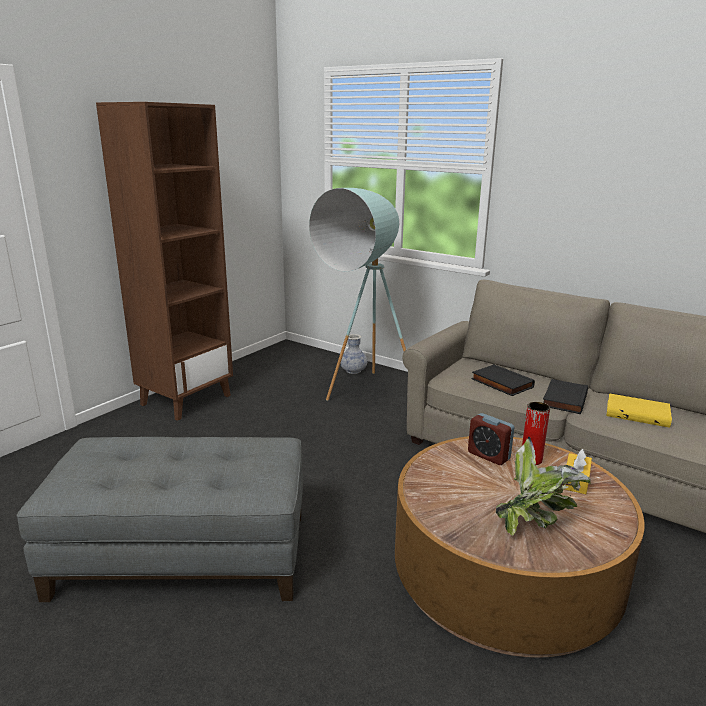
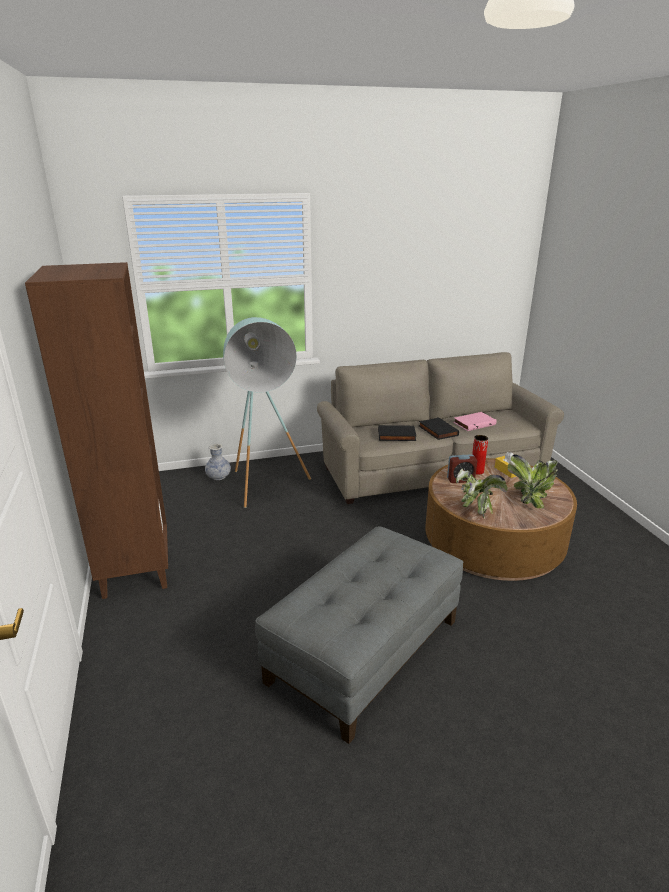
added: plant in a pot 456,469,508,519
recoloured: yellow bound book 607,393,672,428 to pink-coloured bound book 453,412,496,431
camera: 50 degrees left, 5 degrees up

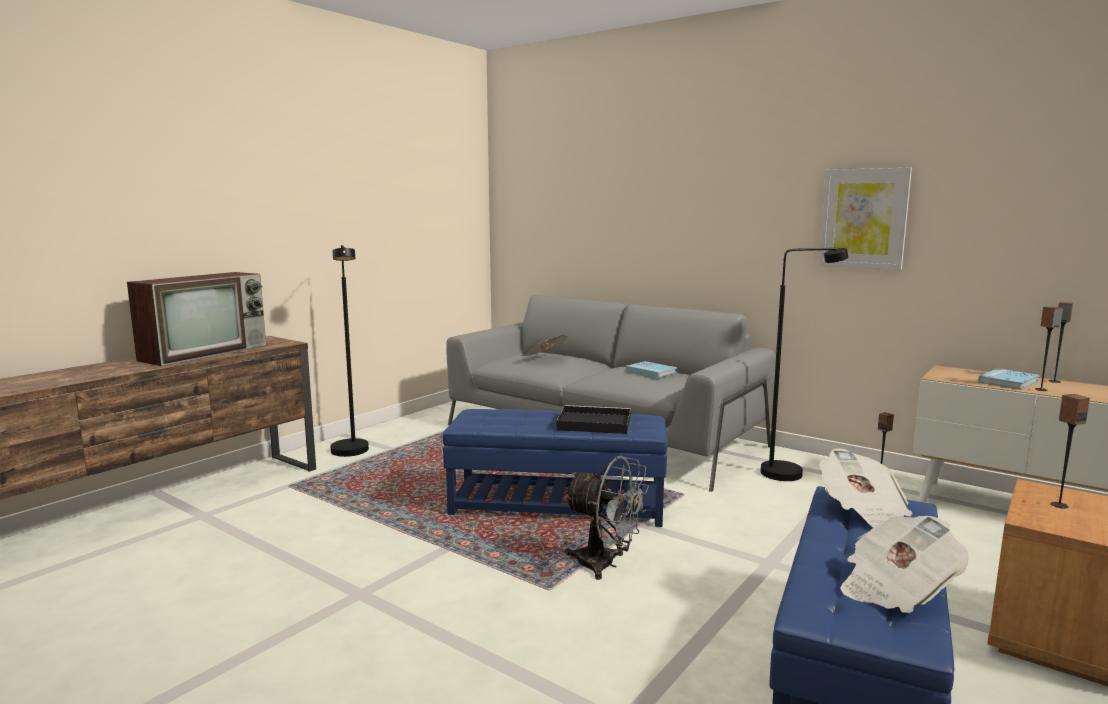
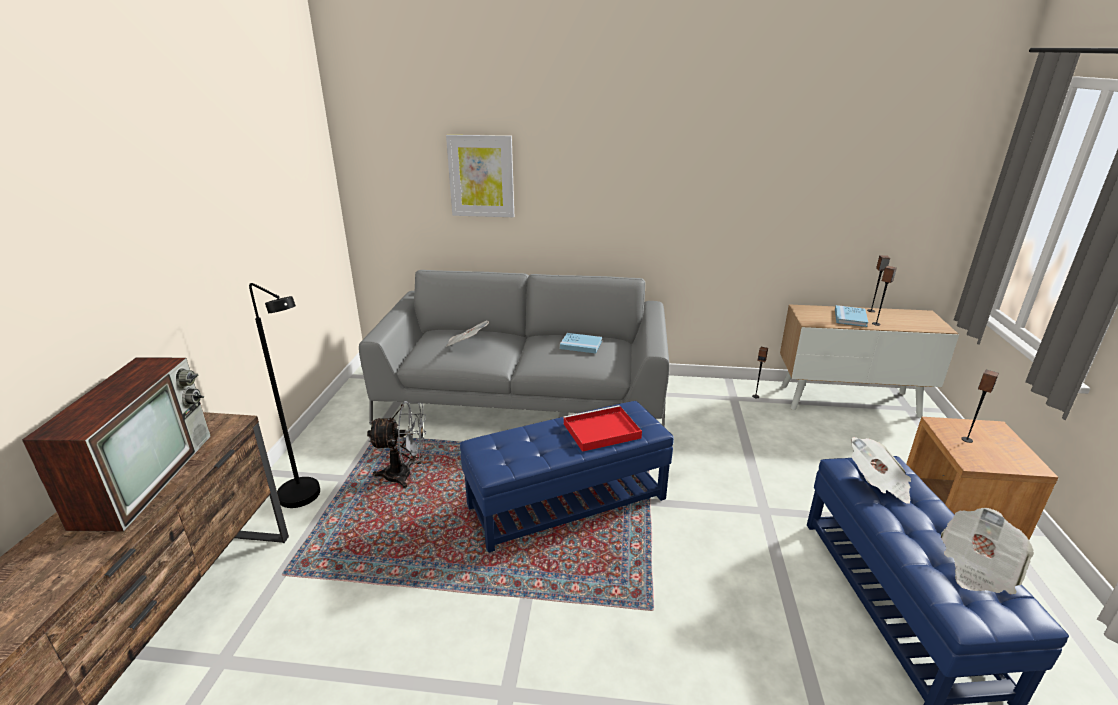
removed: black-coloured standing lamp 761,248,848,481
moved: greyish fan 564,456,649,580 to 367,401,427,488; wall art 818,168,912,270 to 446,135,514,217
recoloured: black-coloured carrying tray 556,405,631,434 to reddish carrying tray 563,405,642,452
camera: 30 degrees left, 15 degrees up

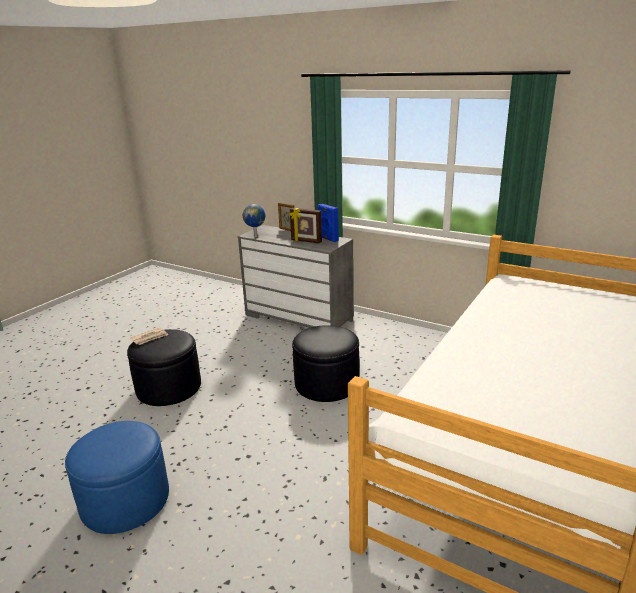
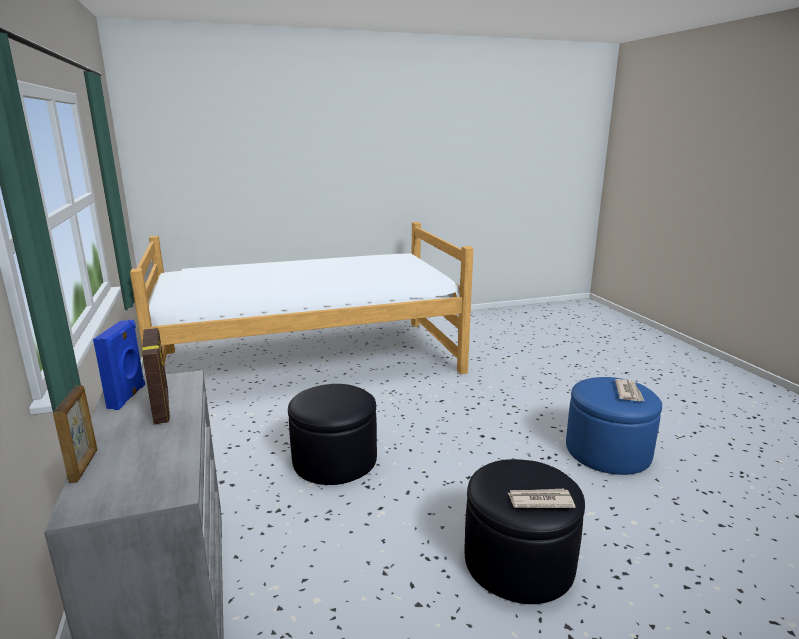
removed: desk globe 243,204,265,237
added: printed paper 615,379,644,401
camera: 140 degrees left, 5 degrees down

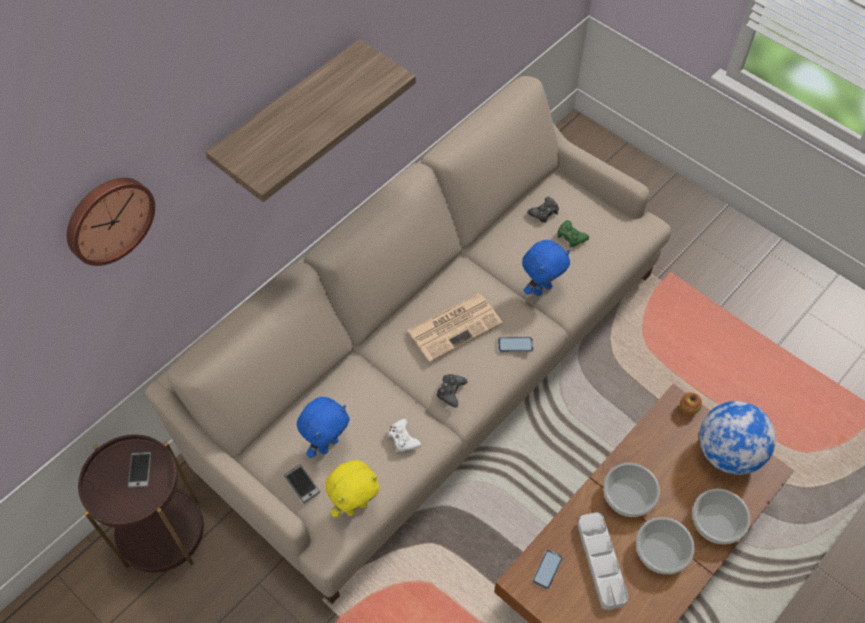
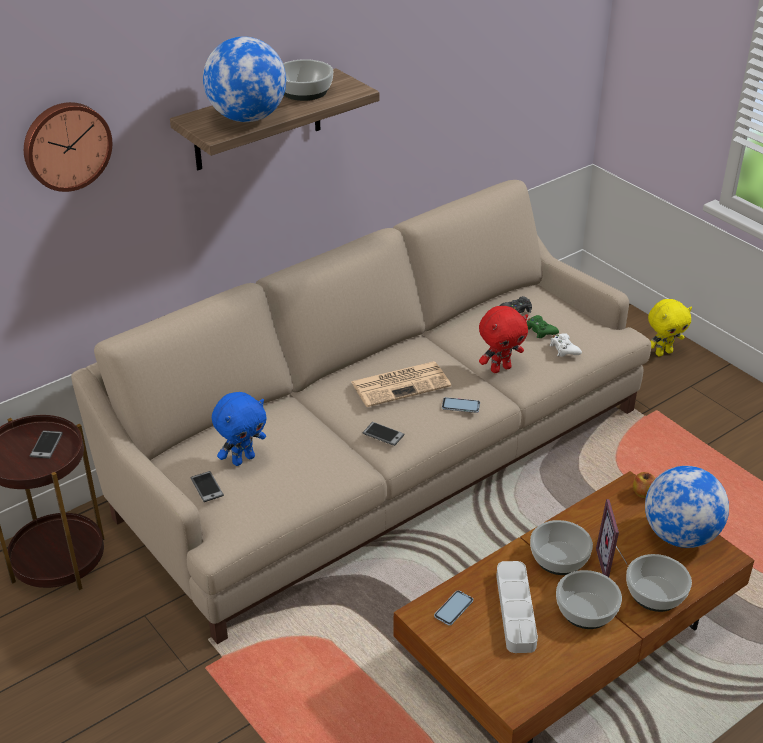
added: desk globe 203,36,286,122; bowl 283,59,333,101; picture frame 596,499,628,577
moved: yellow cuddly toy 325,460,379,518 to 648,299,692,356; whitish game controller 387,419,421,452 to 549,333,582,357
replaced: black-coloured game controller 436,374,467,407 to handset 363,422,405,446
recoloured: blue cuddly toy 522,240,570,296 to reddish cuddly toy 479,306,528,373
camera: 10 degrees right, 20 degrees down

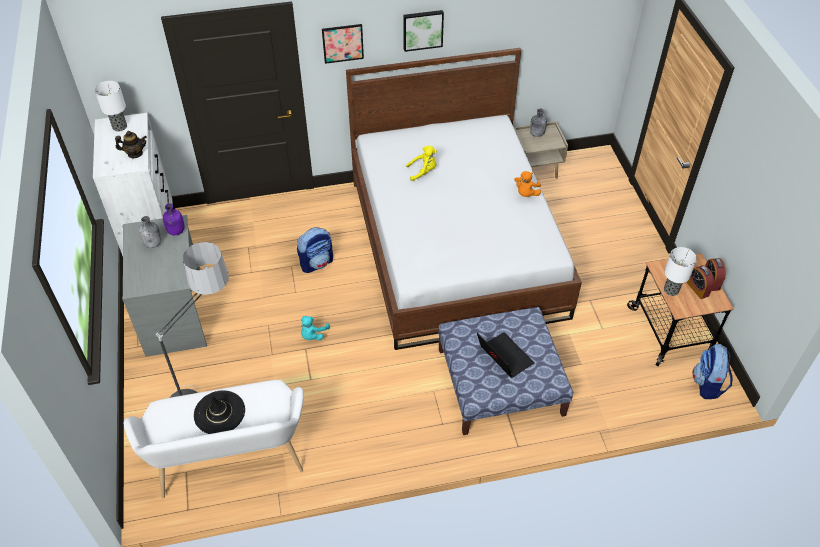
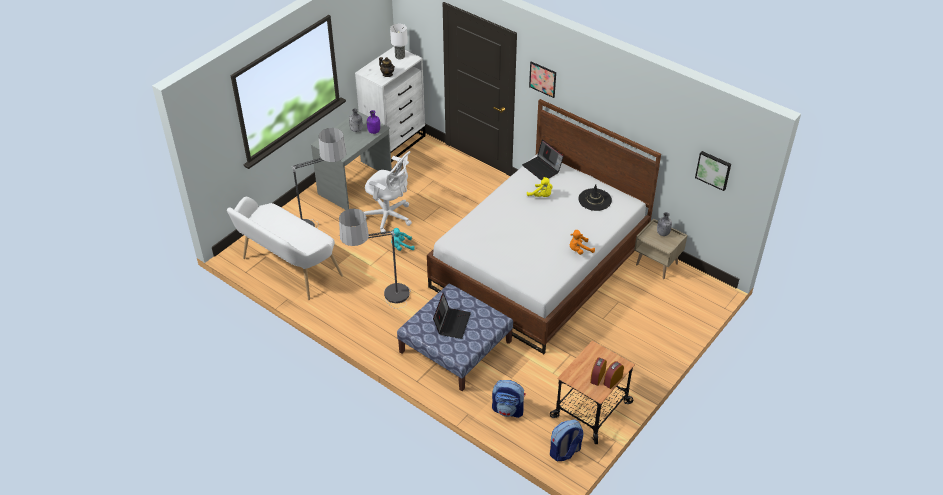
removed: lamp for a table 664,247,697,296
added: standing lamp 339,209,411,309; whitish office chair 364,151,412,233; laptop 522,139,564,181
moved: black-coloured clothing hat 194,390,245,434 to 578,185,612,211; rucksack 297,227,333,273 to 492,380,526,418; wall art 403,10,444,52 to 695,151,731,191
camera: 50 degrees right, 5 degrees down

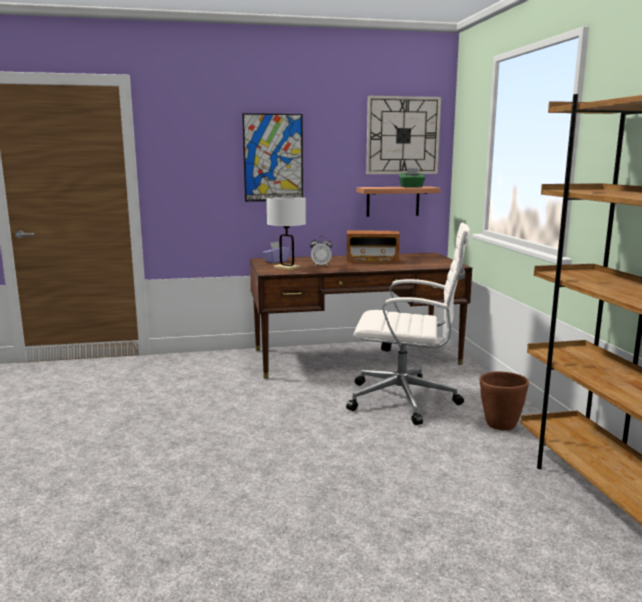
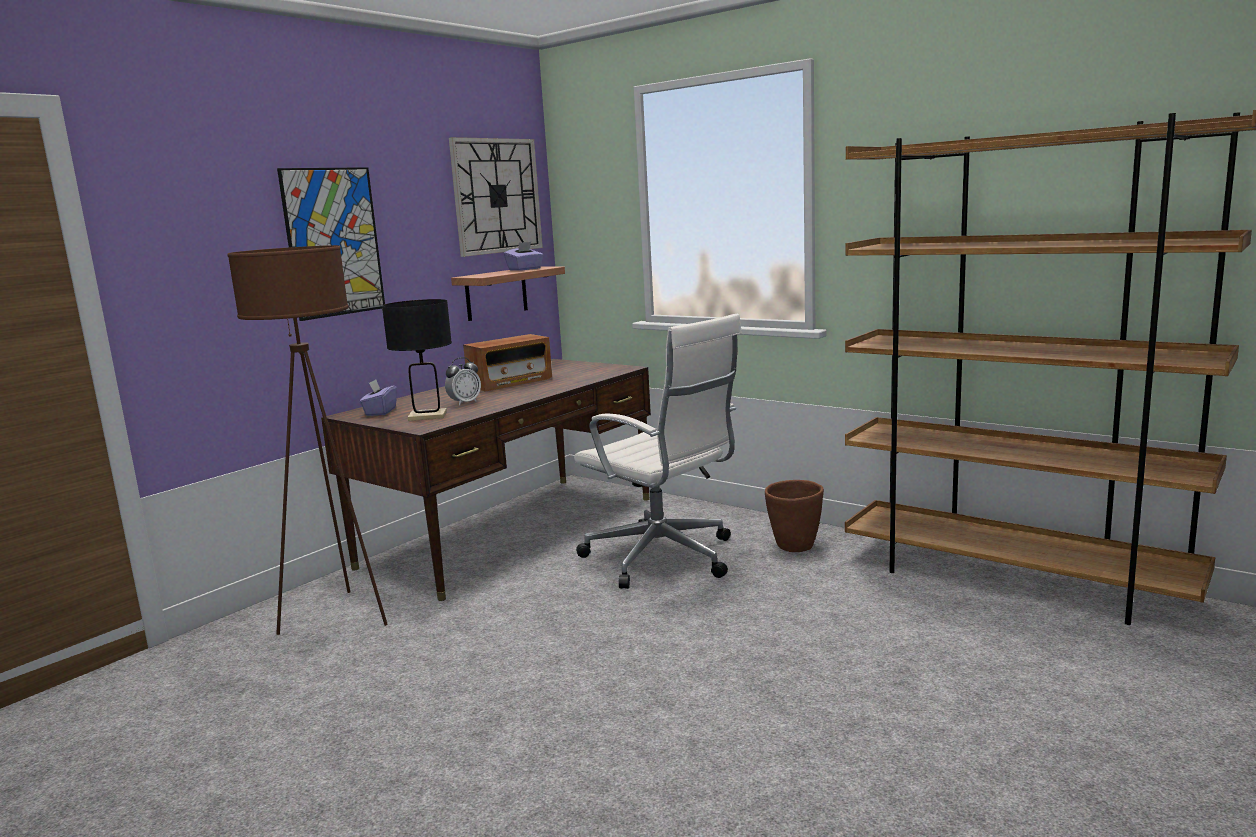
added: brownish standing lamp 227,245,388,635
recoloured: whitish lamp for a table 267,196,306,271 to black-coloured lamp for a table 382,299,452,421; green tissue holder 399,168,425,187 to purple tissue holder 504,242,543,271
turned: whitish office chair 346,222,470,425 = 574,314,742,589 75 degrees clockwise
camera: 40 degrees left, 0 degrees up

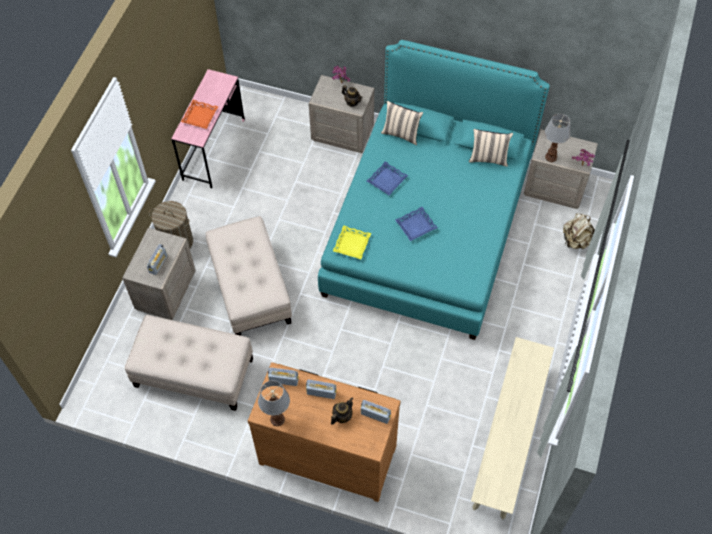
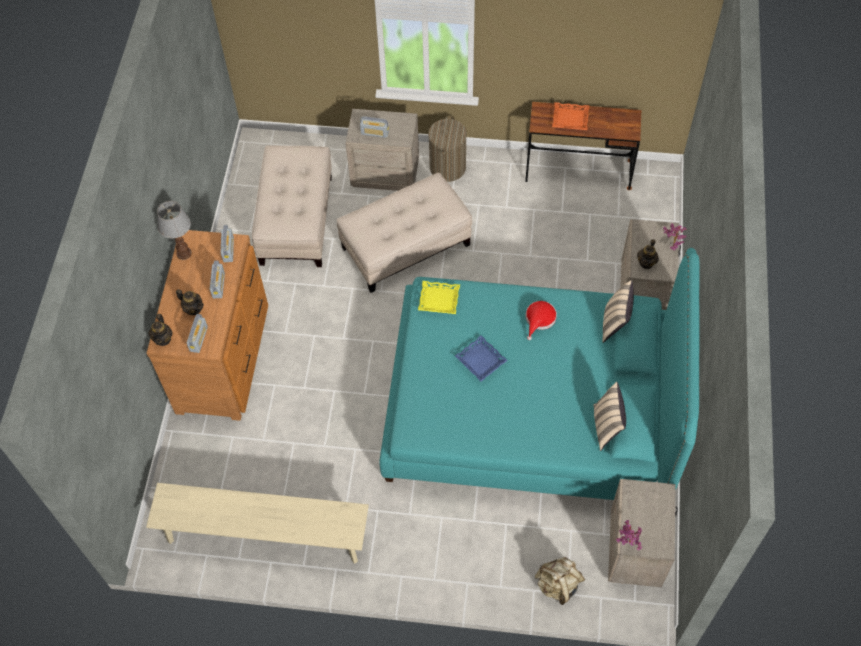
removed: lamp for a table 544,114,571,162
added: teapot 149,314,173,346
replaced: blue carrying tray 367,161,408,196 to reddish clothing hat 526,301,557,340
recoloured: pink-coloured desk table 171,69,245,188 to brownish desk table 525,102,641,190
camera: 80 degrees right, 0 degrees up

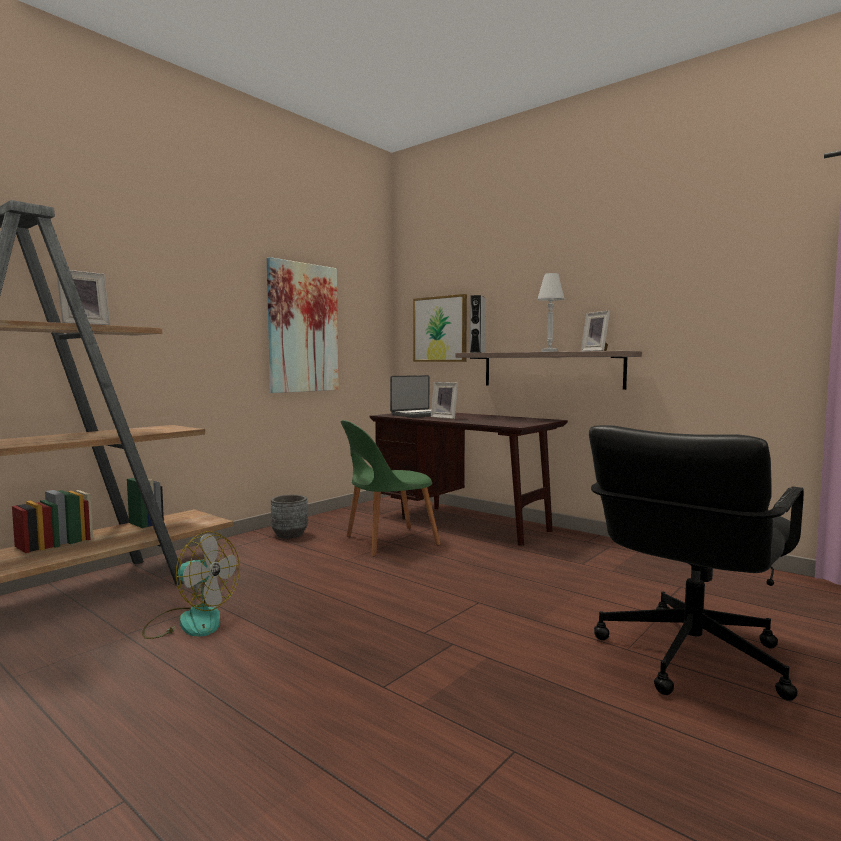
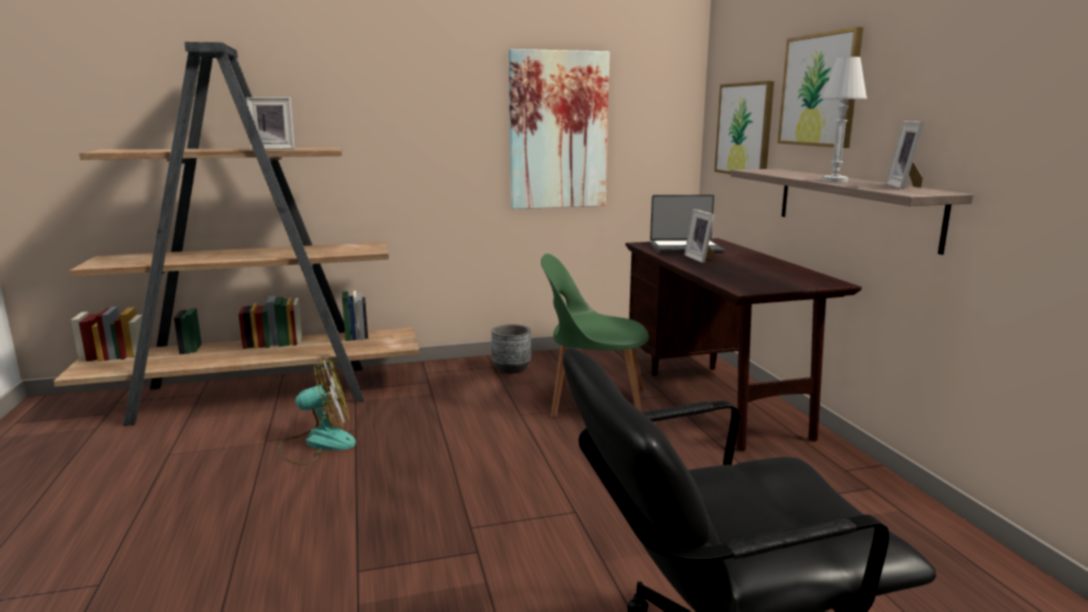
removed: greyish speaker 470,295,486,353
added: wall art 778,27,863,148
turned: fan 142,531,240,639 = 278,358,356,465 75 degrees counterclockwise
camera: 35 degrees right, 10 degrees up

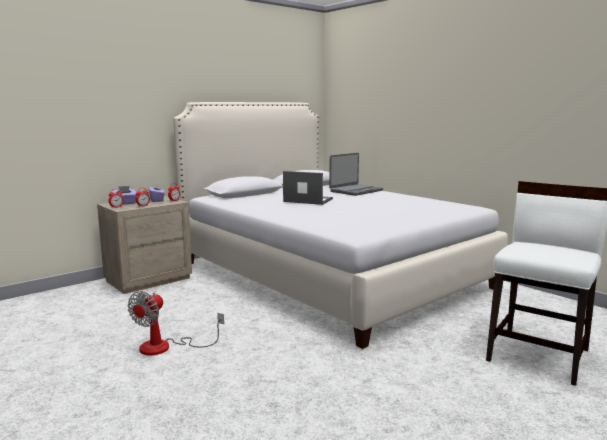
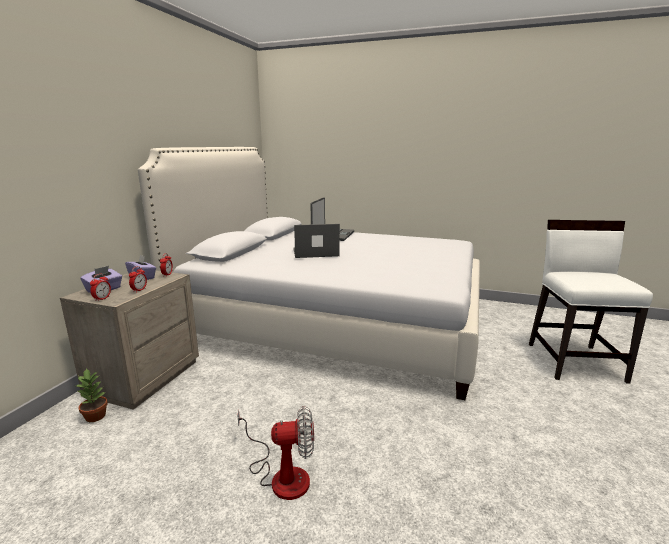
added: plant in a pot 76,368,108,422
turned: fan 127,291,224,355 = 237,406,314,500 90 degrees counterclockwise
camera: 30 degrees left, 5 degrees up

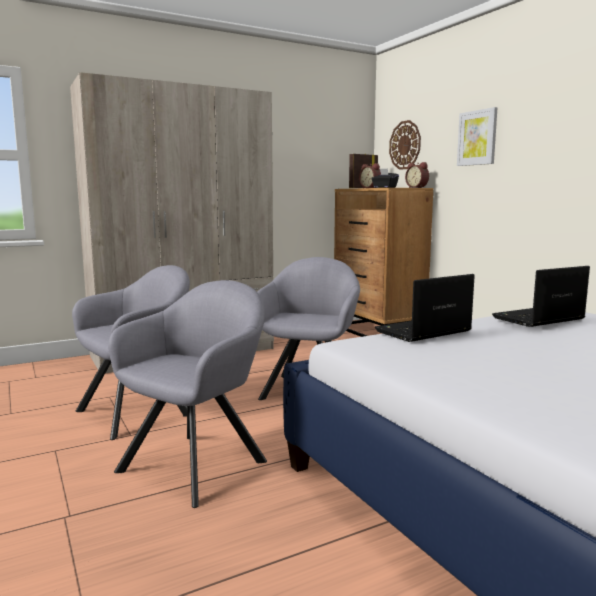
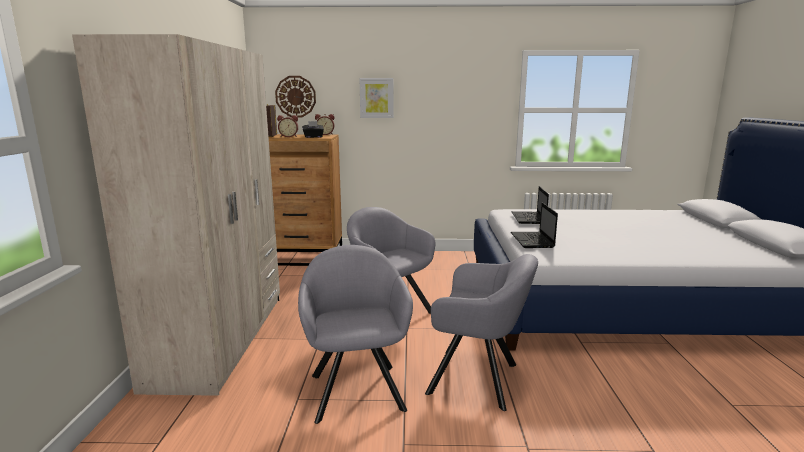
turned: greyish lounge chair 108,280,267,508 = 425,254,538,411 135 degrees clockwise
camera: 60 degrees left, 5 degrees up

